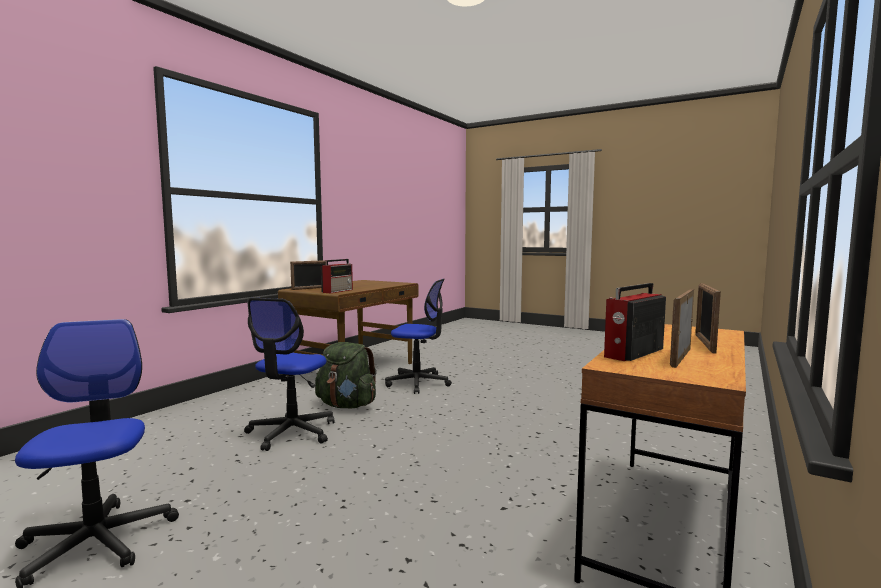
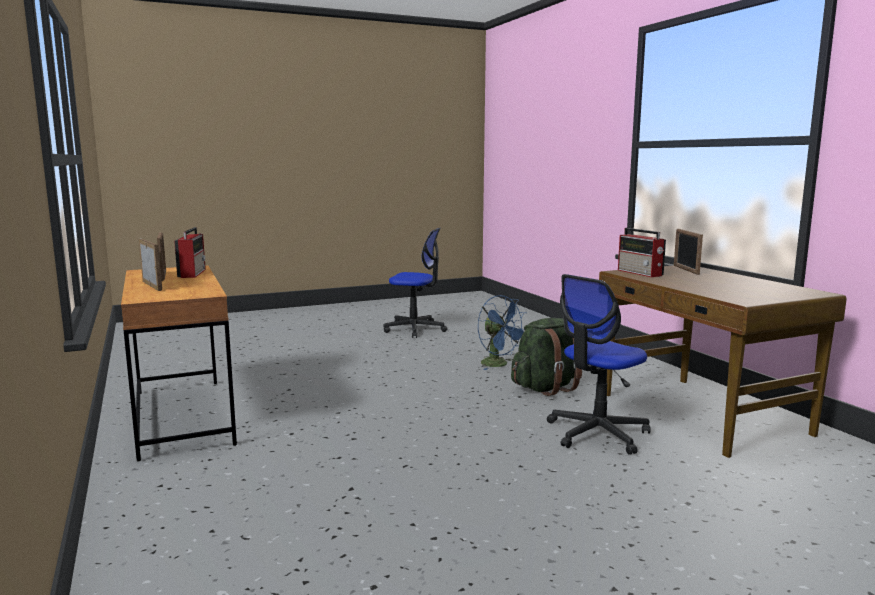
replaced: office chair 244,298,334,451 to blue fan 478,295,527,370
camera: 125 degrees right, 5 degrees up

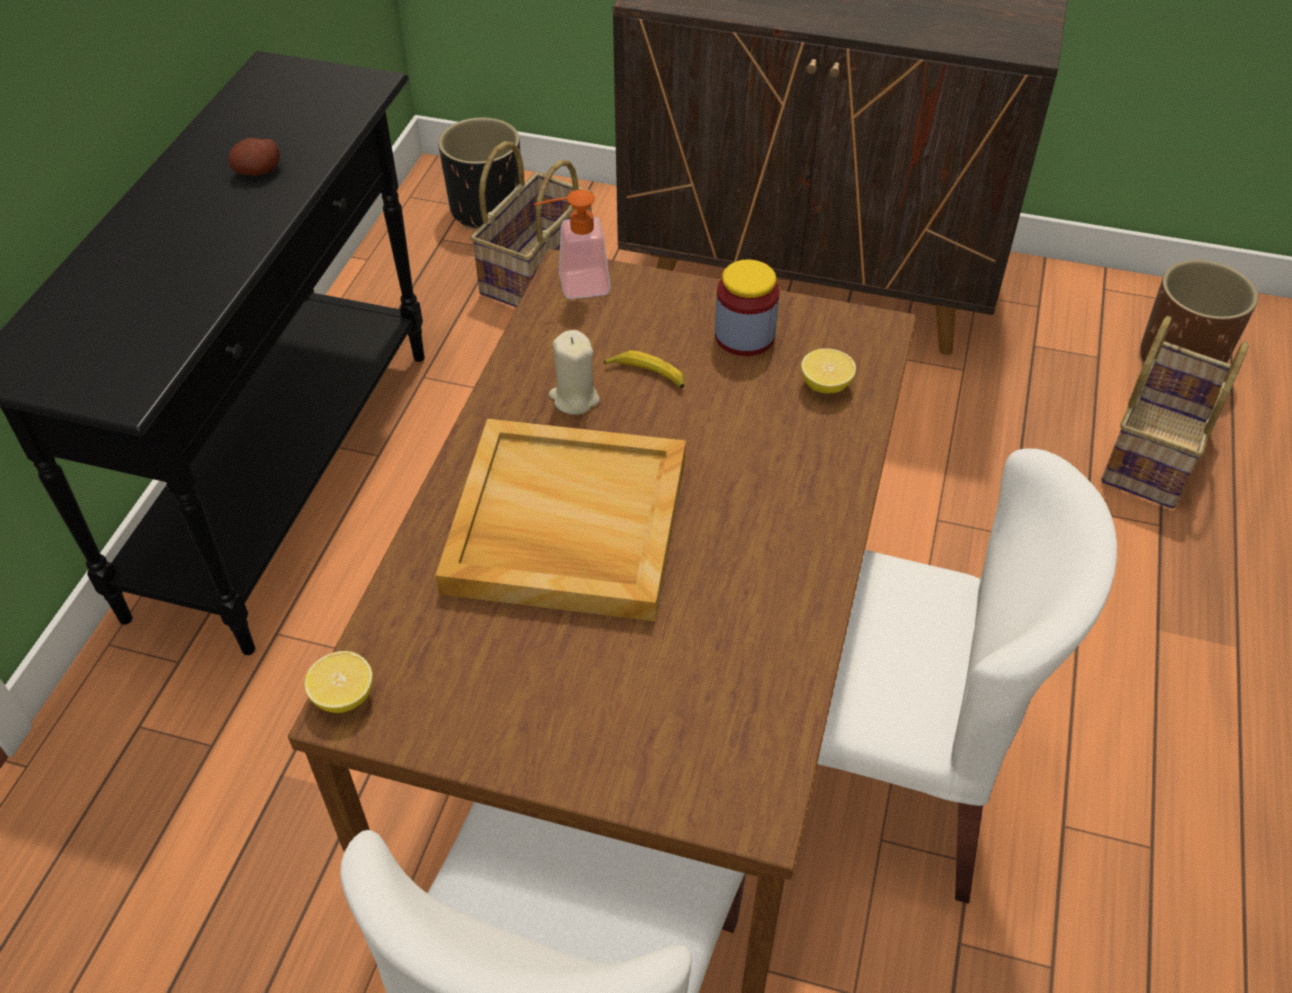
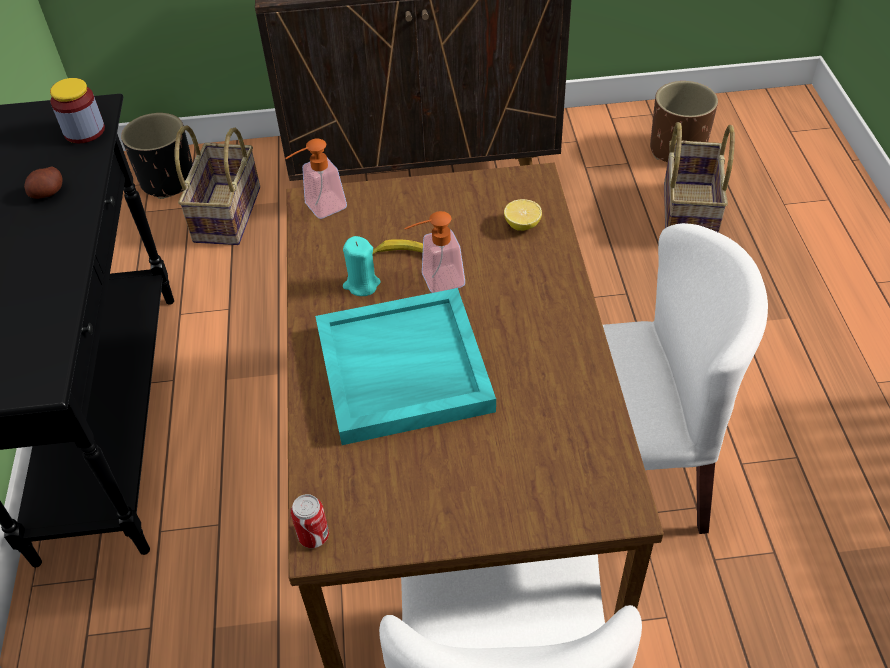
added: soap bottle 404,211,465,293
moved: jar 715,259,780,356 to 50,78,105,143
replaced: lemon 304,651,373,713 to can 291,494,329,548
recoloured: beige carrying tray 435,419,686,622 to turquoise-coloured carrying tray 315,288,496,445; beige wax light 549,330,600,415 to turquoise-coloured wax light 343,236,381,296
camera: 20 degrees left, 0 degrees up

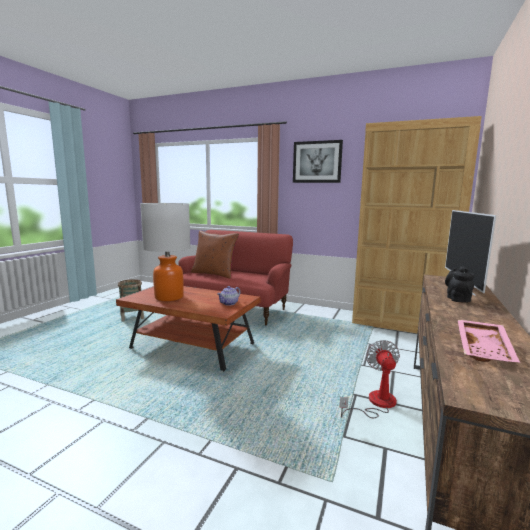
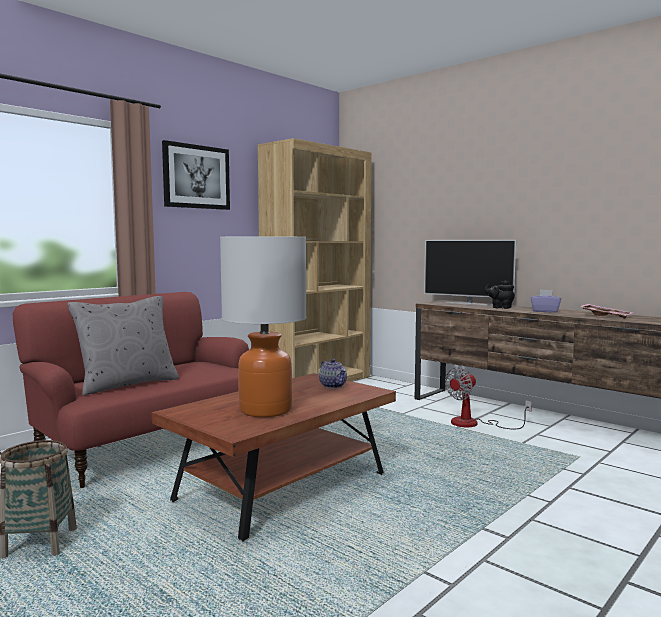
added: purple tissue holder 531,289,561,313
recoloured: brownish throw pillow 191,231,239,278 to greyish throw pillow 67,296,179,395
turned: fan 340,340,400,418 = 445,367,532,429 60 degrees counterclockwise
camera: 70 degrees left, 5 degrees down

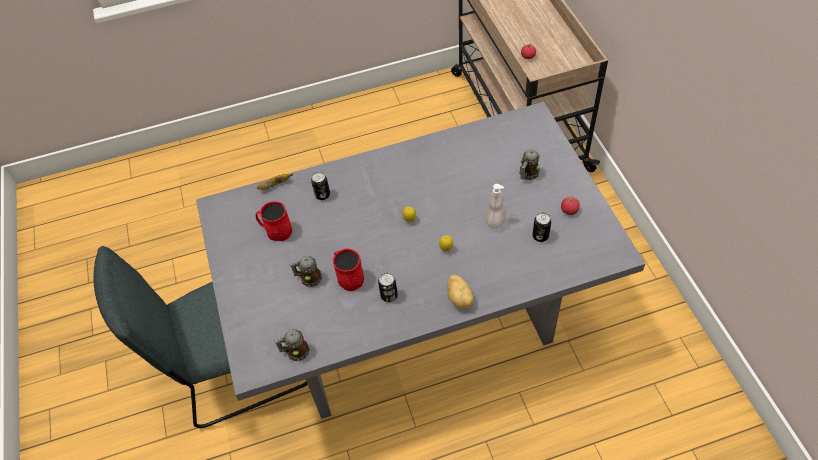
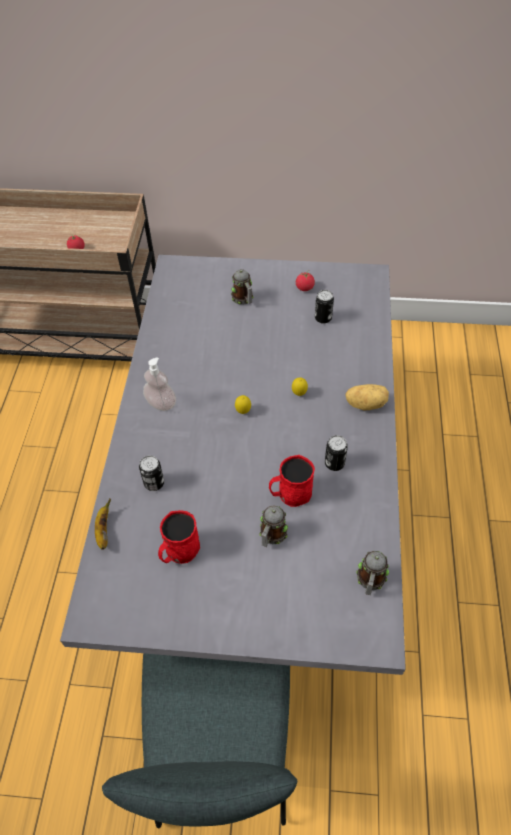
moved: soap bottle 484,184,506,229 to 143,357,176,411
camera: 70 degrees left, 0 degrees up

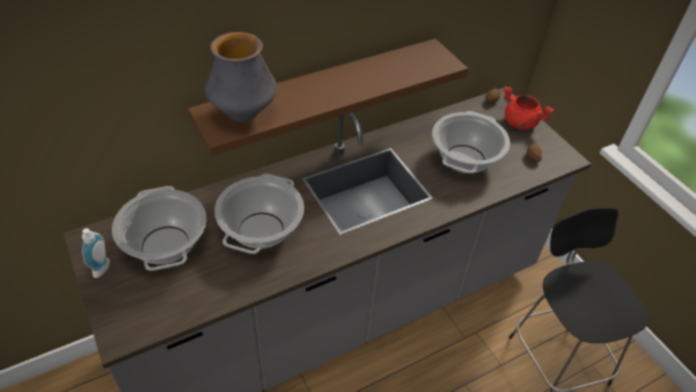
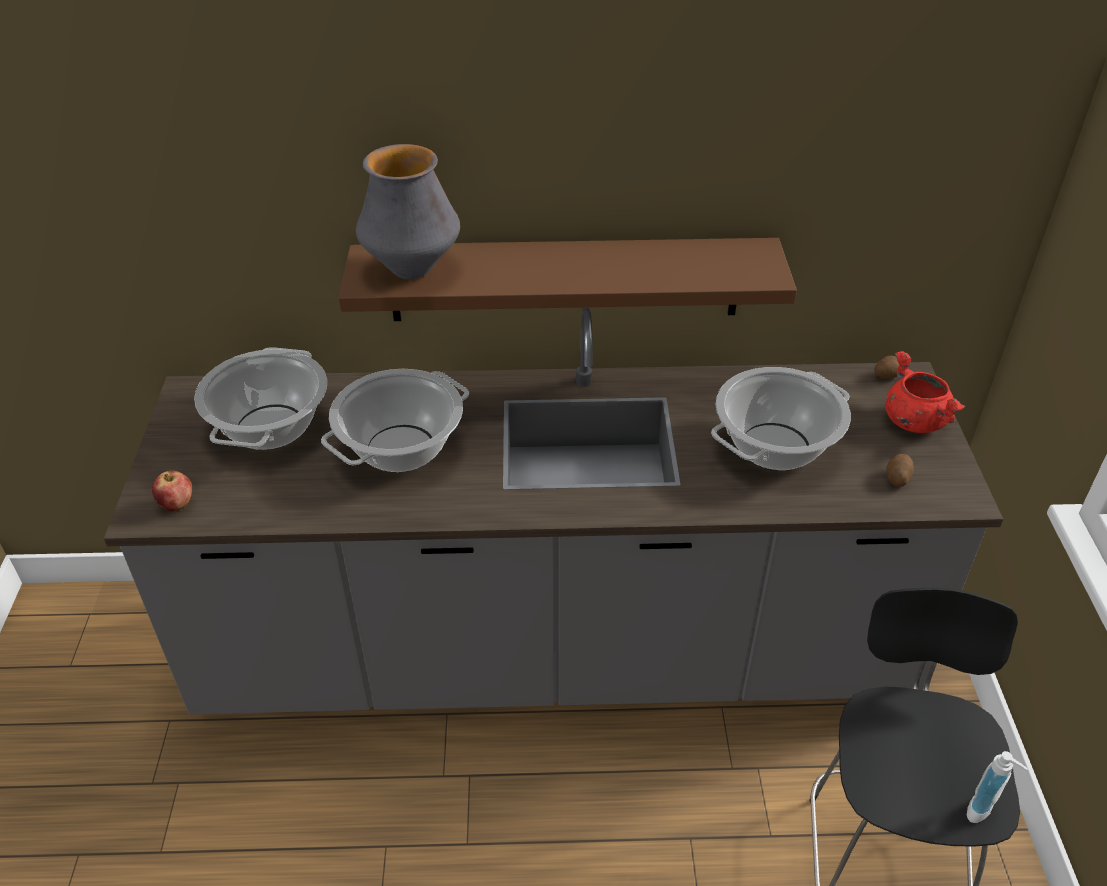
added: whole apple 152,471,192,512
moved: soap bottle 82,228,110,278 to 967,751,1028,823
camera: 30 degrees right, 5 degrees down

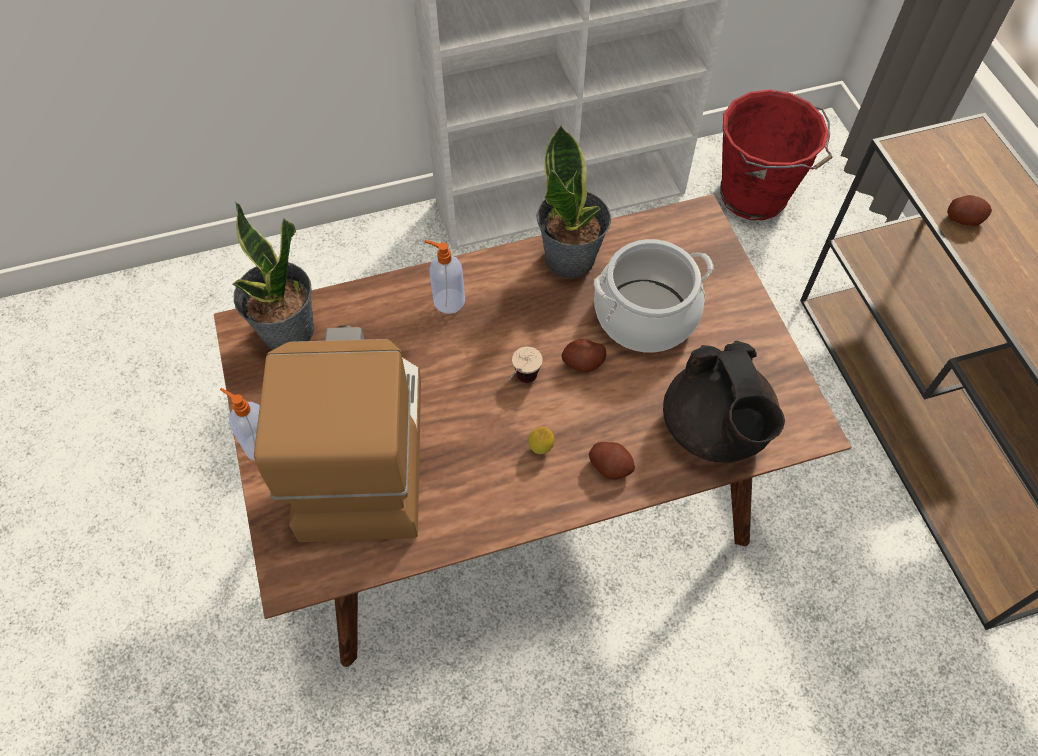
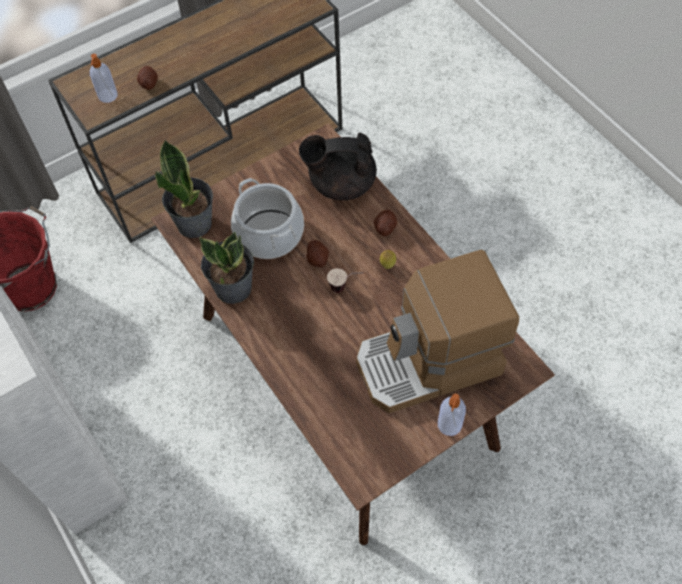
moved: plant in a pot 233,201,315,350 to 155,140,213,238; soap bottle 424,240,465,314 to 90,54,118,103
turned: black-coloured teapot 663,341,785,463 = 299,133,377,200 150 degrees counterclockwise
camera: 105 degrees left, 0 degrees up

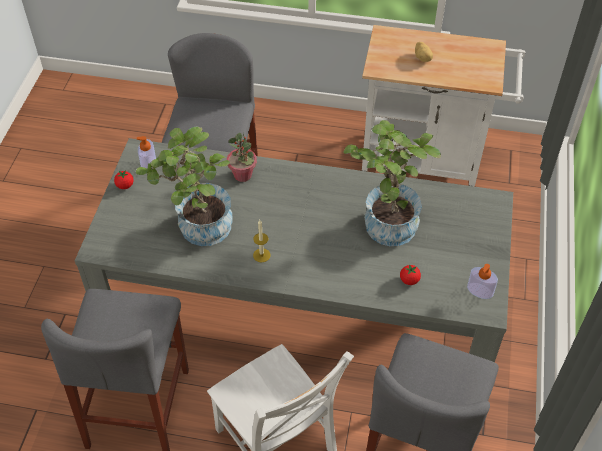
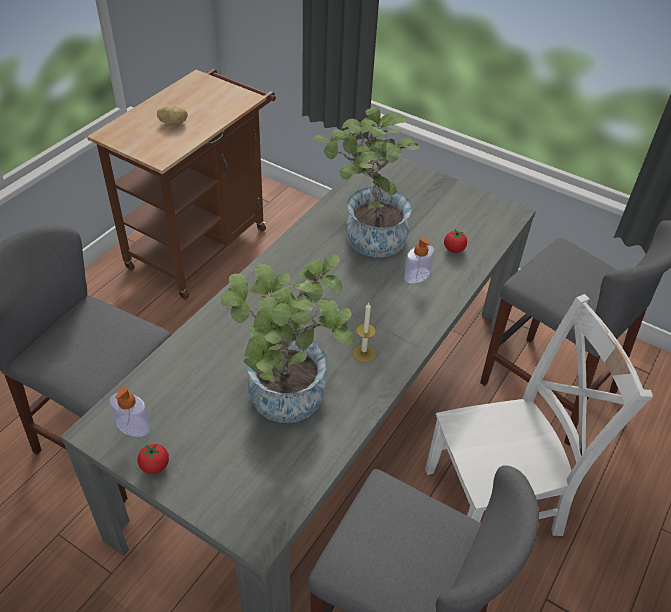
removed: plant in a pot 227,133,257,182
moved: soap bottle 467,264,498,299 to 404,237,435,284
recoloured: whitish trolley 362,25,525,186 to brownish trolley 87,69,276,299
camera: 70 degrees left, 5 degrees down

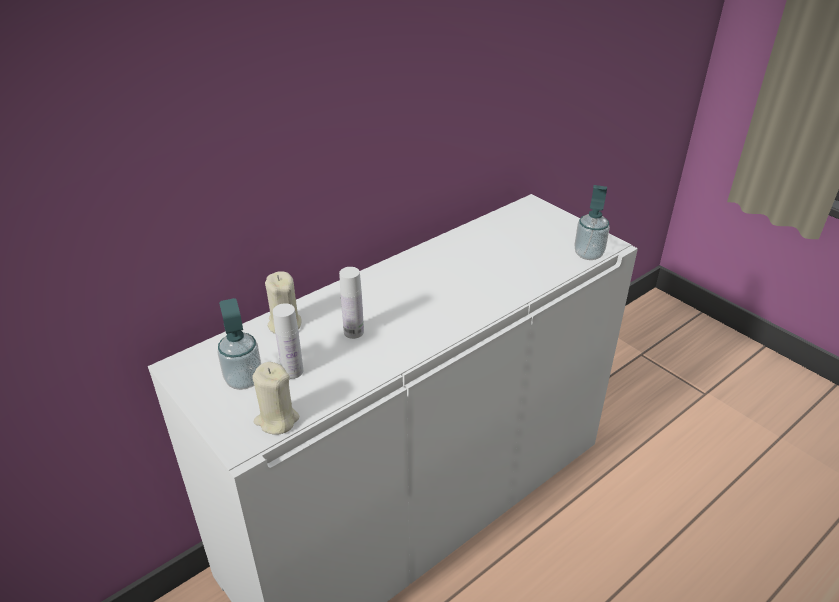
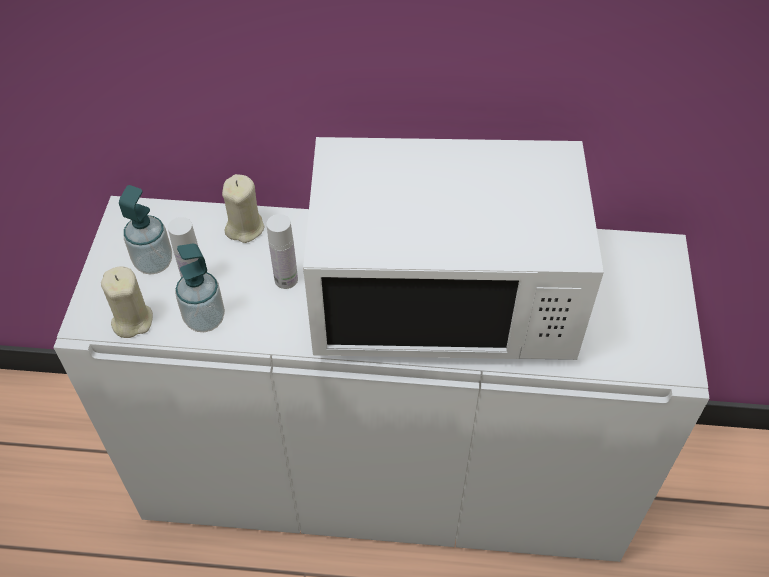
added: whitish microwave oven 303,137,604,360
moved: soap bottle 574,185,610,260 to 175,244,225,332
camera: 45 degrees right, 15 degrees up

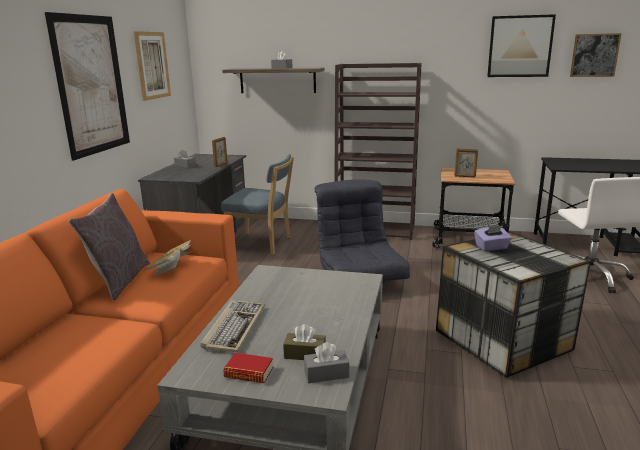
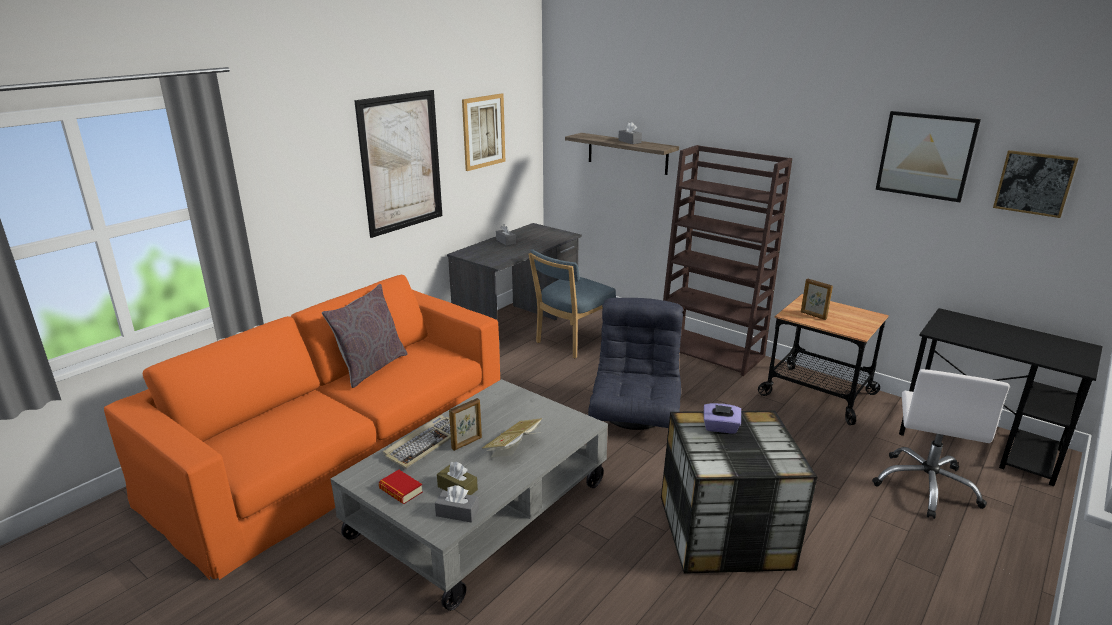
moved: bound book 146,240,192,277 to 482,418,542,457; picture frame 212,137,228,167 to 449,398,482,451
turned: blue upright chair 221,154,294,255 = 528,249,616,358 90 degrees clockwise
camera: 25 degrees right, 5 degrees up

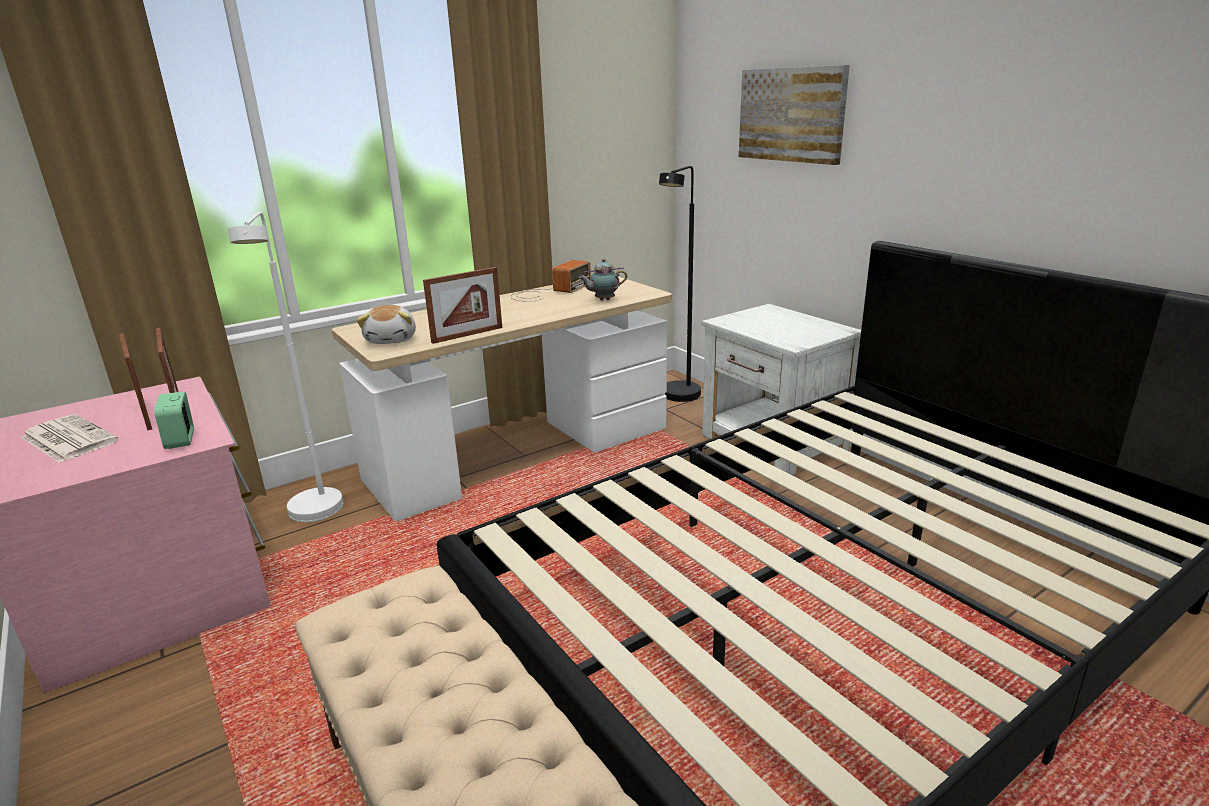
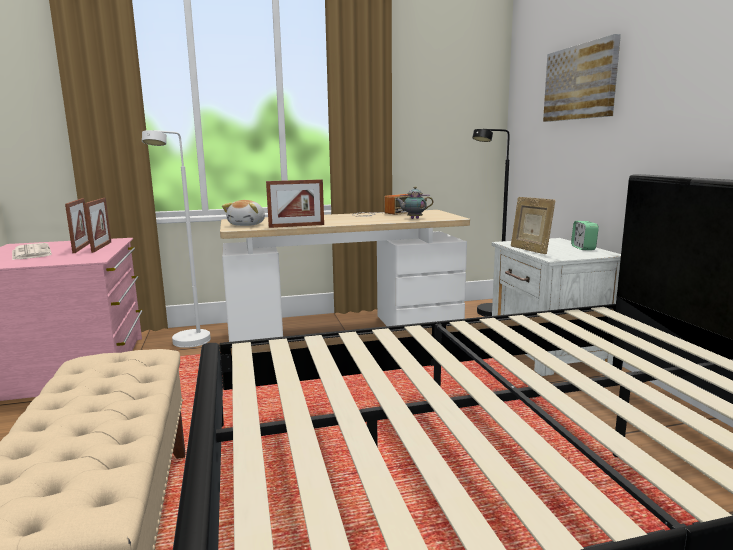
added: picture frame 511,197,555,254
moved: table clock 154,392,194,449 to 571,221,599,250
camera: 20 degrees right, 10 degrees down

